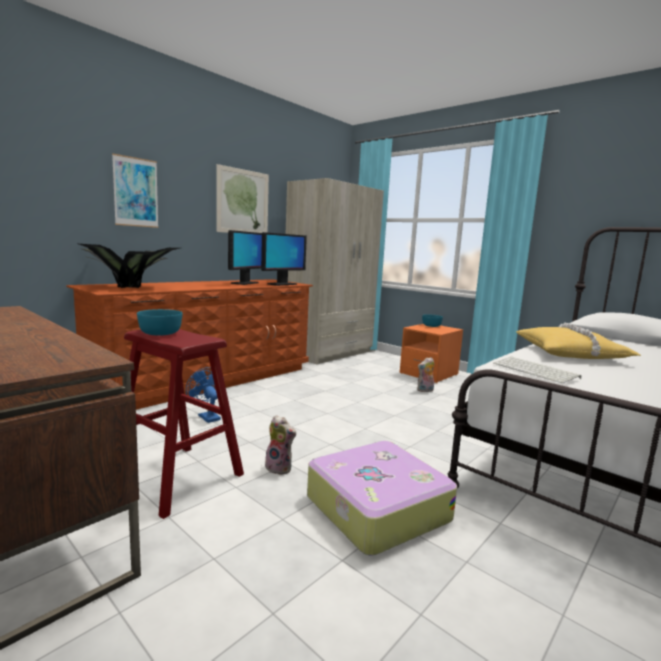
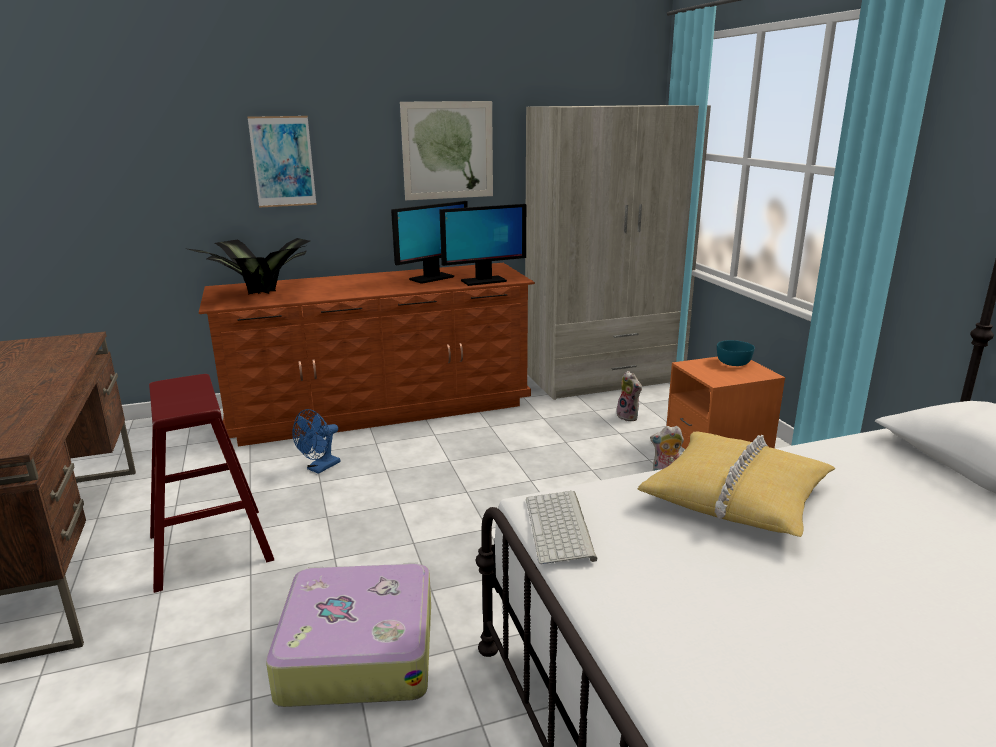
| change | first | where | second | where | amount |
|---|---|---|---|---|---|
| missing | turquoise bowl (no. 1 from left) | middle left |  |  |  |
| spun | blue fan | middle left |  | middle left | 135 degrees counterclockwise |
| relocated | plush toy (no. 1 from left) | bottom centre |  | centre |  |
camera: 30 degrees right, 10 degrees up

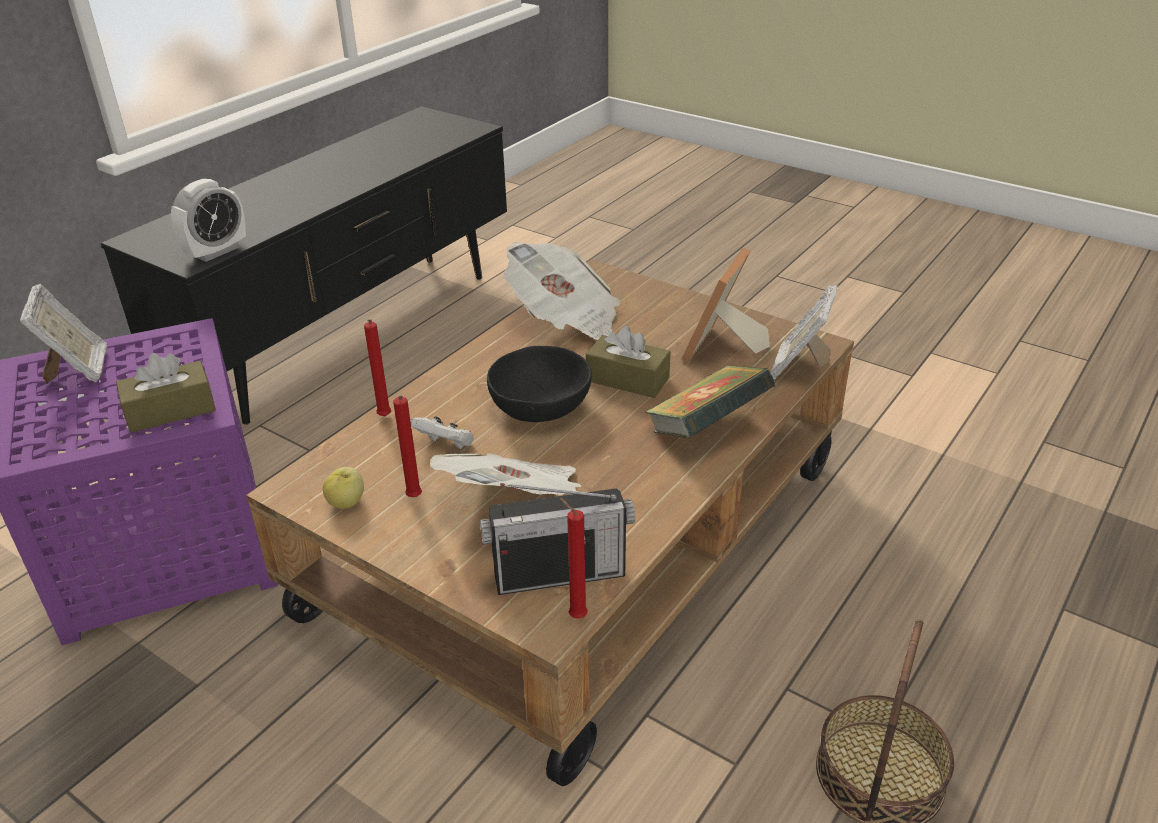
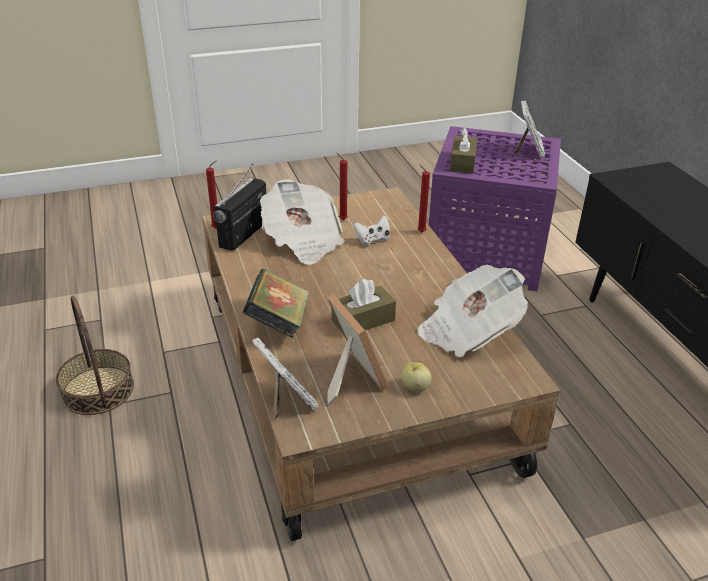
| change | first | where | second | where | amount |
|---|---|---|---|---|---|
| missing | alarm clock | top left |  |  |  |
| spun | picture frame (no. 1 from left in the first image) | middle left | picture frame (no. 3 from left) | top right | 105 degrees counterclockwise |
| missing | black bowl | centre |  |  |  |
| relocated | apple | middle left |  | centre |  |
camera: 125 degrees right, 0 degrees up

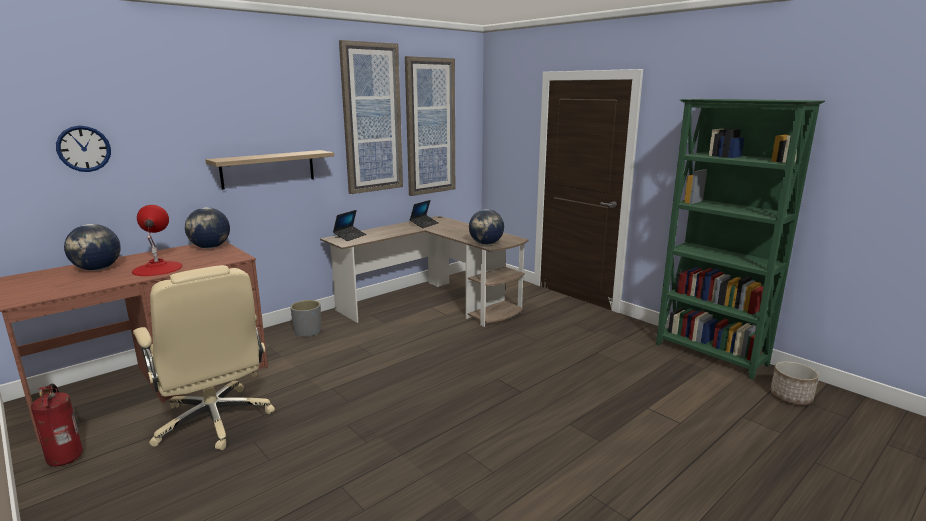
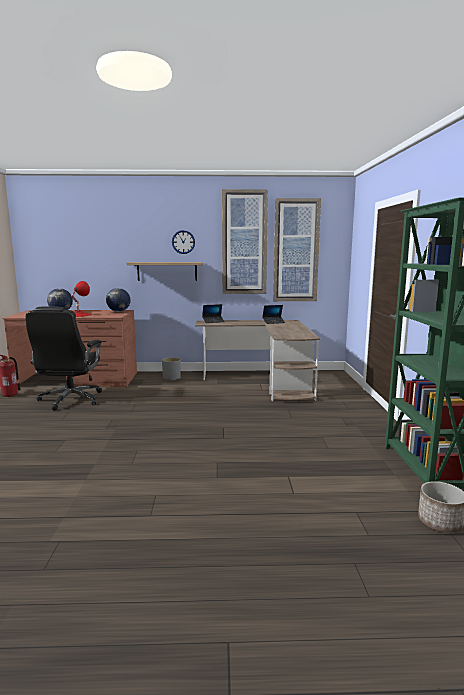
| change | first | where | second | where | amount |
|---|---|---|---|---|---|
| relocated | wall clock | top left |  | centre |  |
| missing | globe (no. 3 from left) | centre |  |  |  |
| colour | beige office chair | bottom left | black office chair | middle left |  |
camera: 40 degrees right, 5 degrees down

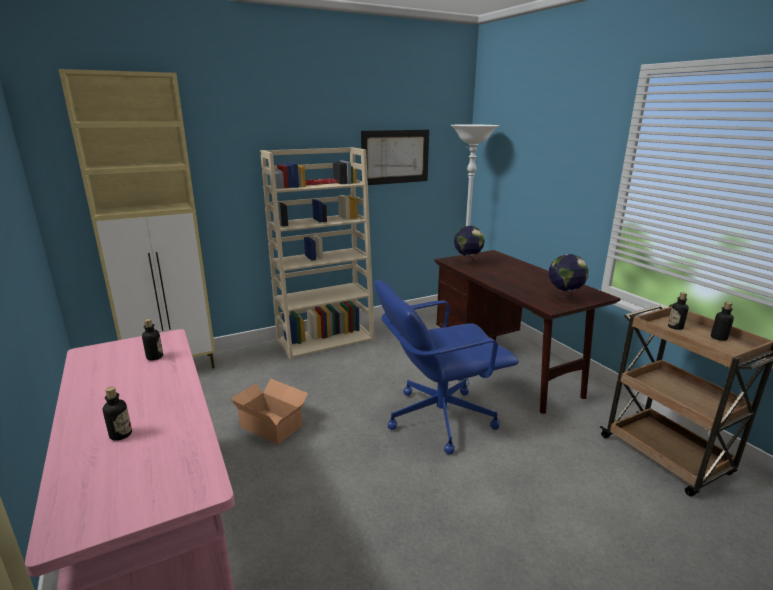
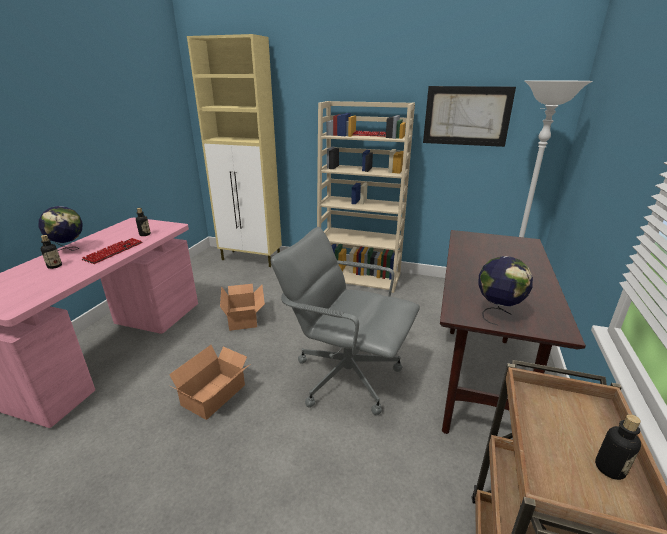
| change | first | where | second | where | amount |
|---|---|---|---|---|---|
| relocated | globe (no. 1 from left) | centre |  | middle left |  |
| colour | blue office chair | centre | grey office chair | centre |  |
| missing | bottle (no. 3 from left) | middle right |  |  |  |
| appeared |  |  | keyboard (no. 1 from left) | middle left |  |
| appeared |  |  | cardboard box (no. 1 from left) | bottom left |  |
camera: 45 degrees right, 5 degrees up

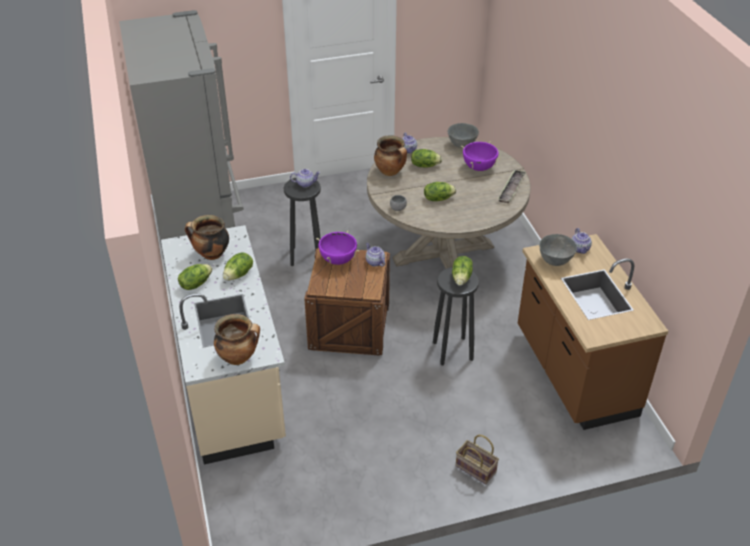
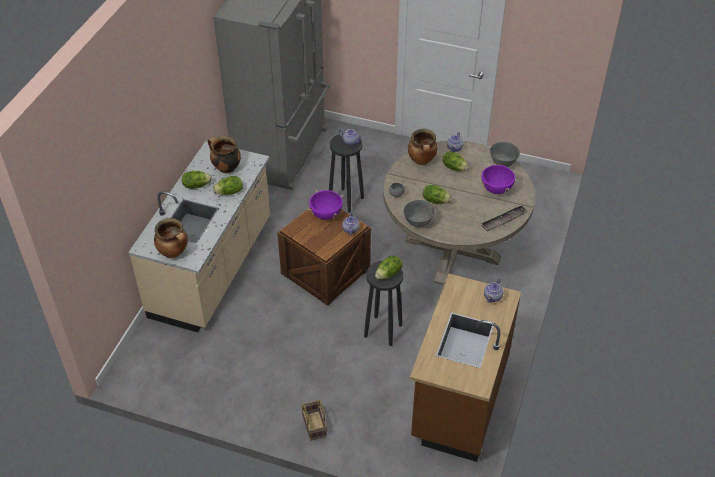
| change | first | where | second | where | amount |
|---|---|---|---|---|---|
| relocated | grey bowl (no. 3 from left in the first image) | middle right | grey bowl (no. 2 from left) | centre |  |
camera: 35 degrees right, 5 degrees up

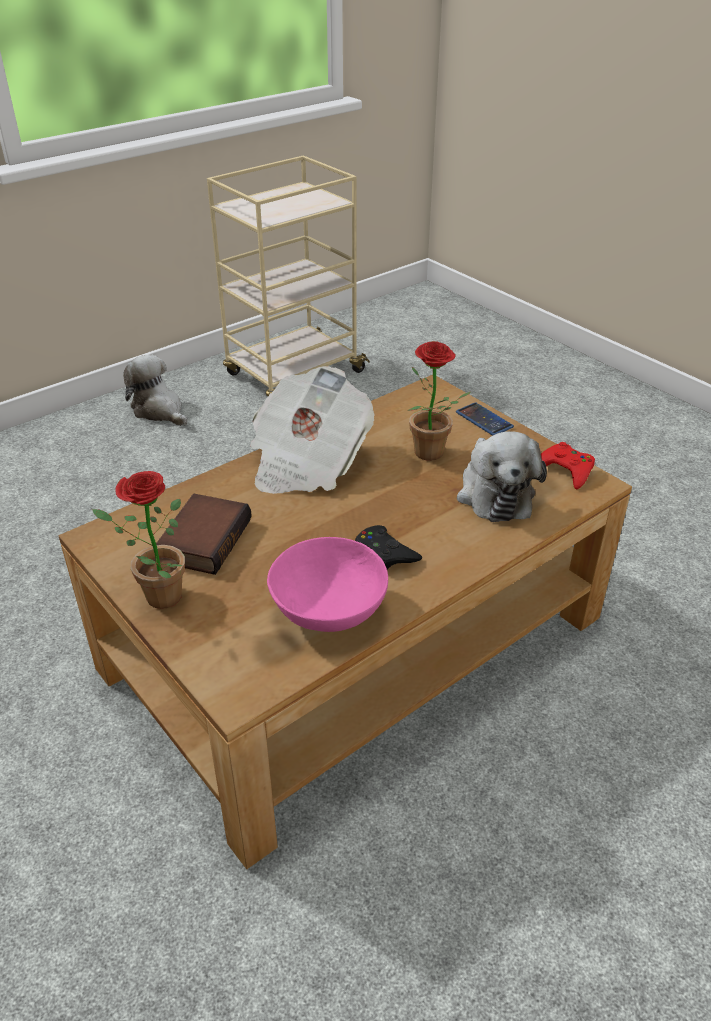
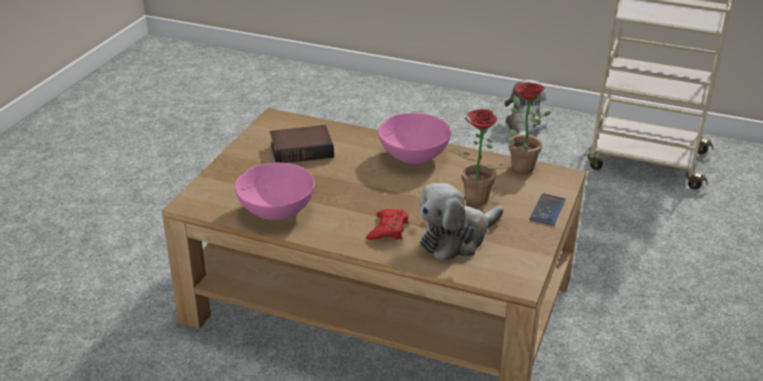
| change | first | where | second | where | amount |
|---|---|---|---|---|---|
| exchanged | newspaper | centre | pink bowl (no. 2 from left) | centre |  |
| relocated | red game controller | middle right |  | centre |  |
| relocated | potted plant (no. 1 from left in the first image) | middle left | potted plant (no. 2 from left) | middle right |  |
| missing | black game controller | centre |  |  |  |
camera: 60 degrees right, 5 degrees down

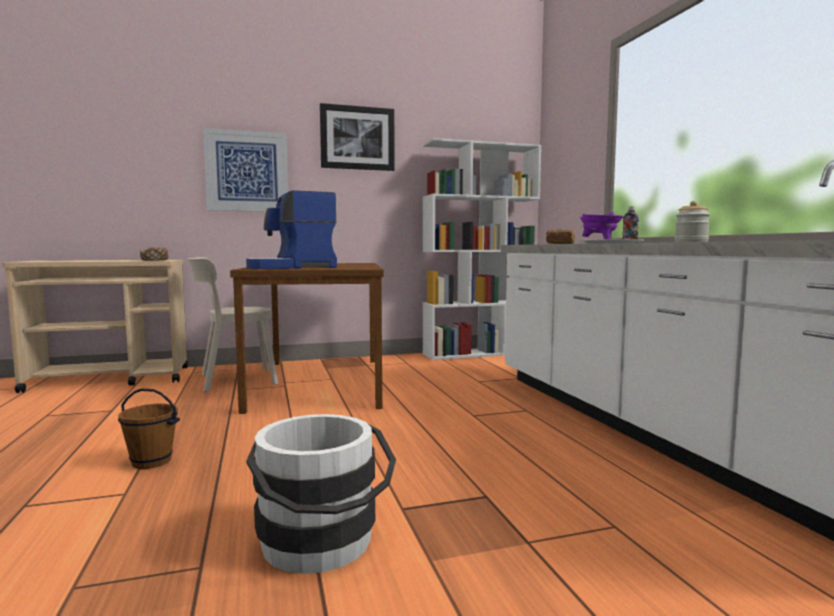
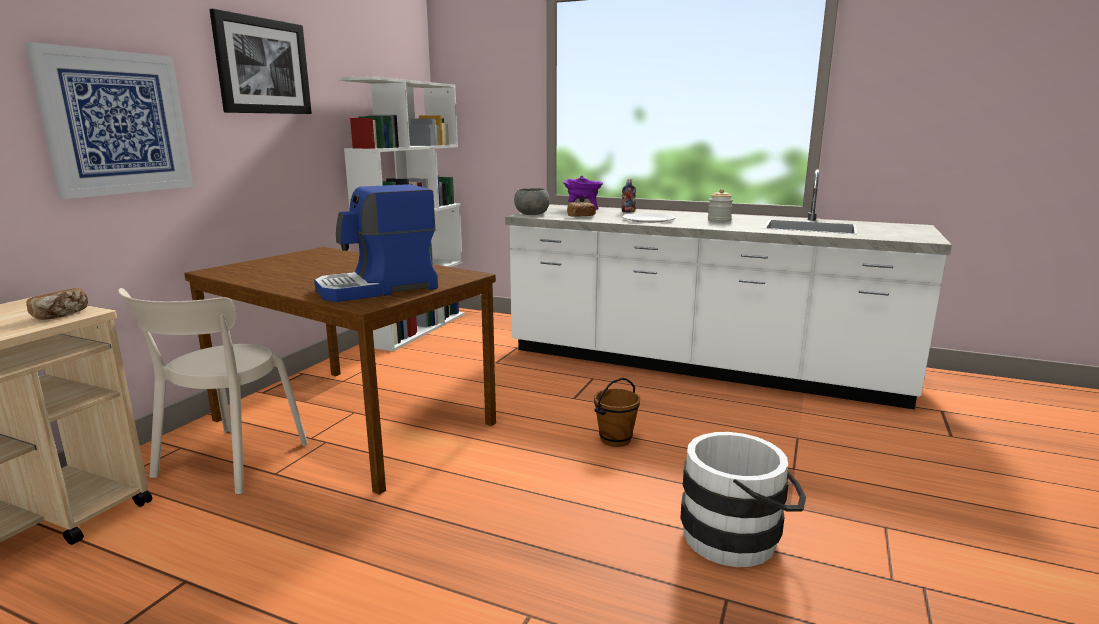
| change | first | where | second | where | amount |
|---|---|---|---|---|---|
| spun | coffee machine | centre |  | centre | 45 degrees clockwise |
| relocated | brown bucket | bottom left |  | centre |  |
| appeared |  |  | grey bowl | top centre |  |
camera: 50 degrees left, 10 degrees up

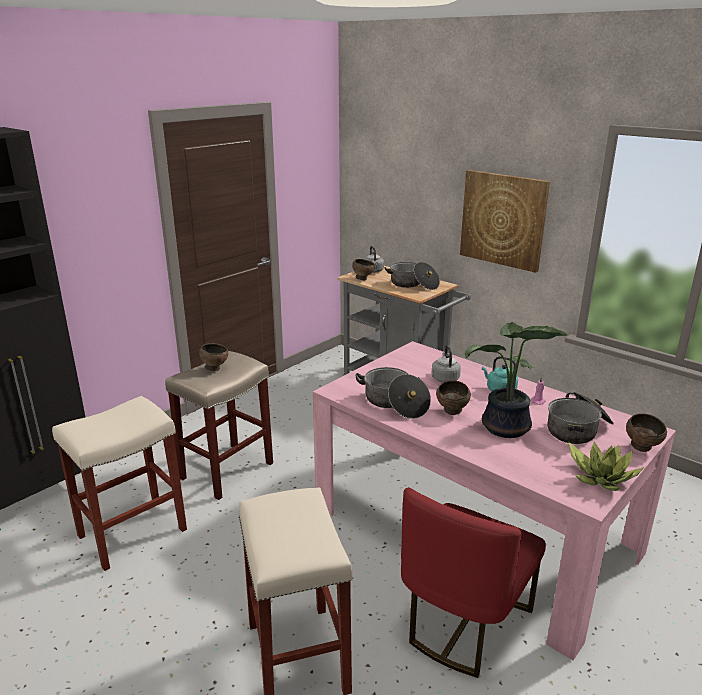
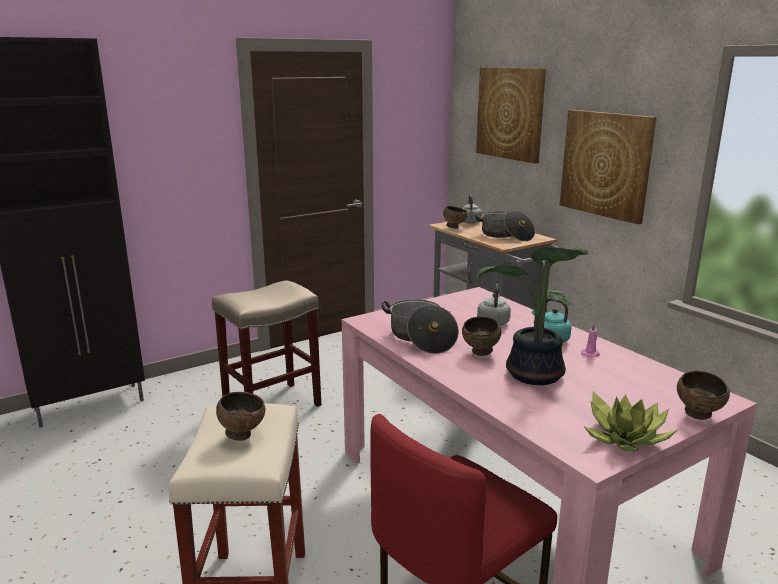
| change | first | where | second | where | amount |
|---|---|---|---|---|---|
| relocated | brown bowl (no. 1 from left) | middle left |  | bottom left |  |
| missing | cooking pot (no. 3 from left) | middle right |  |  |  |
| missing | beige stool (no. 1 from left) | bottom left |  |  |  |
| appeared |  |  | picture (no. 1 from left) | top centre |  |
camera: 15 degrees right, 5 degrees down

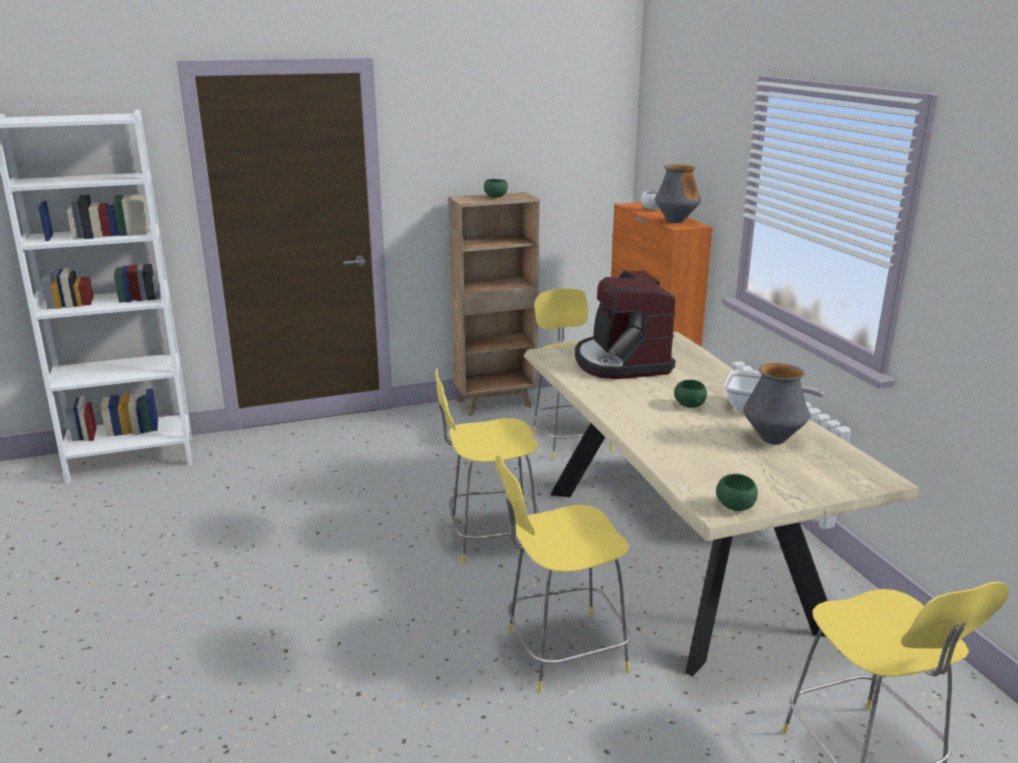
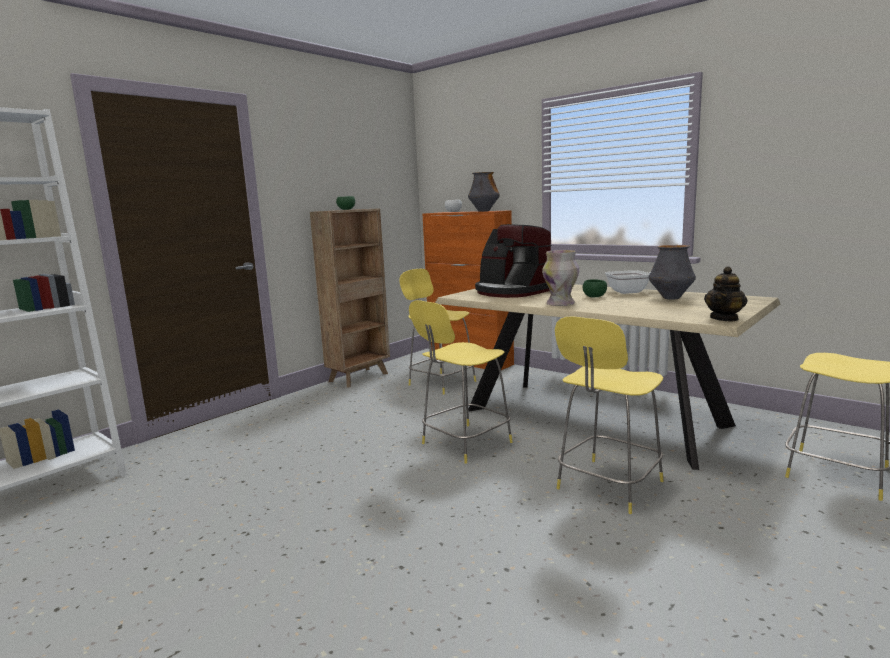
| change | first | where | second | where | amount |
|---|---|---|---|---|---|
| exchanged | green bowl (no. 3 from left) | middle right | teapot | middle right |  |
| appeared |  |  | vase (no. 2 from left) | centre |  |
camera: 30 degrees left, 10 degrees down

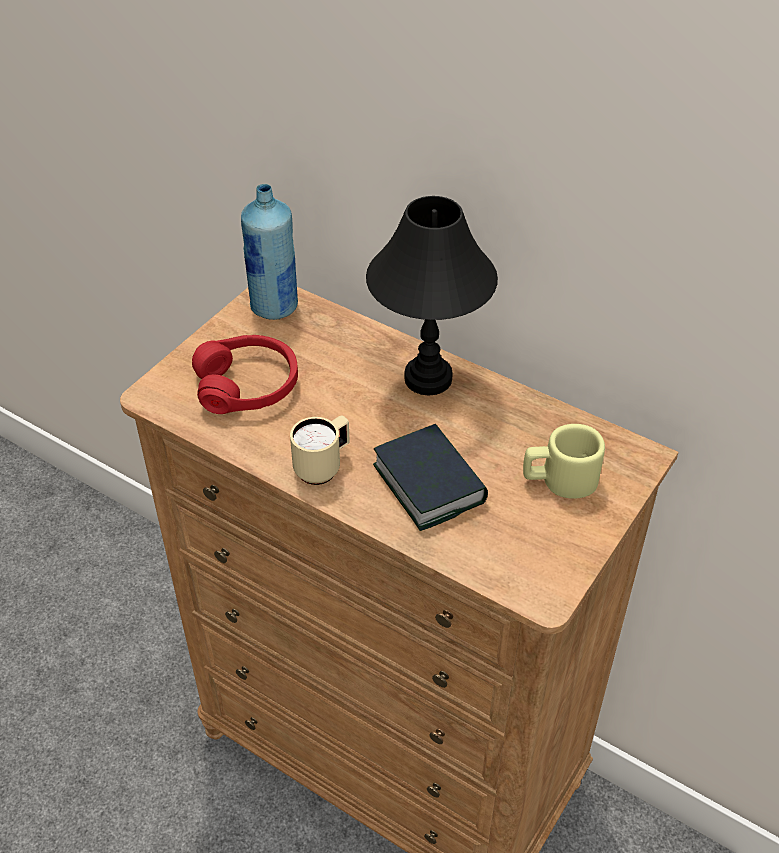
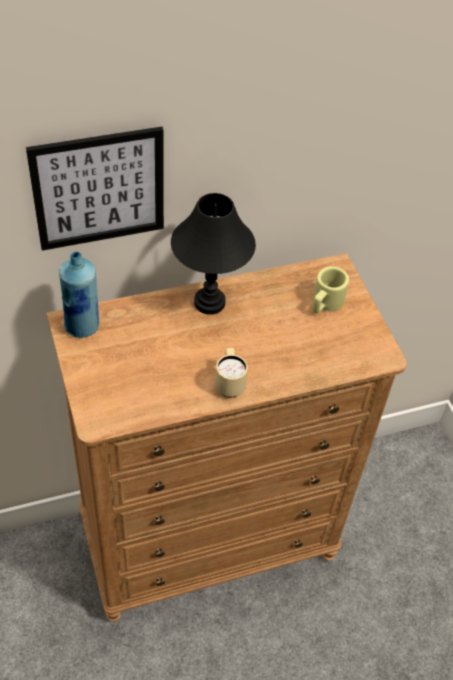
| change | first | where | second | where | amount |
|---|---|---|---|---|---|
| missing | red headphones | middle left |  |  |  |
| missing | book | centre |  |  |  |
| appeared |  |  | picture | top left |  |
camera: 55 degrees left, 5 degrees up

